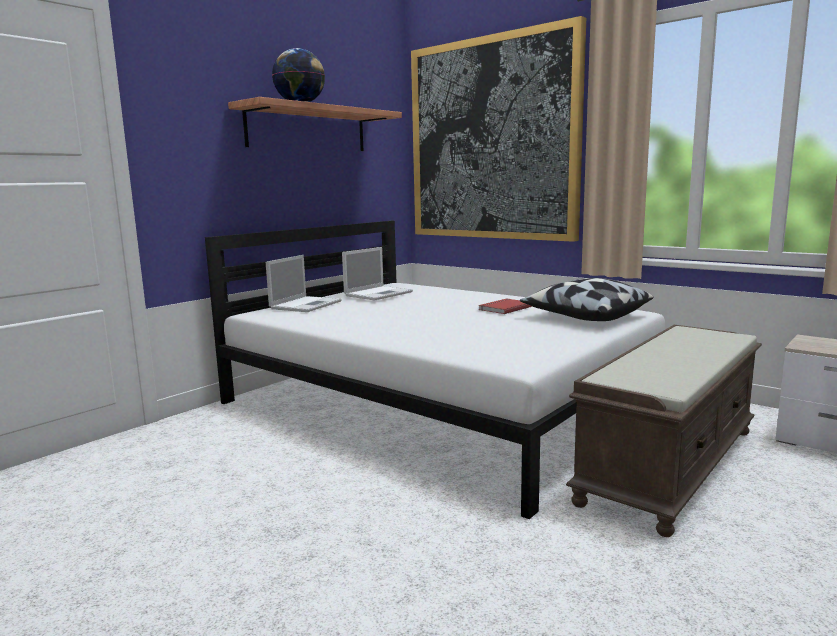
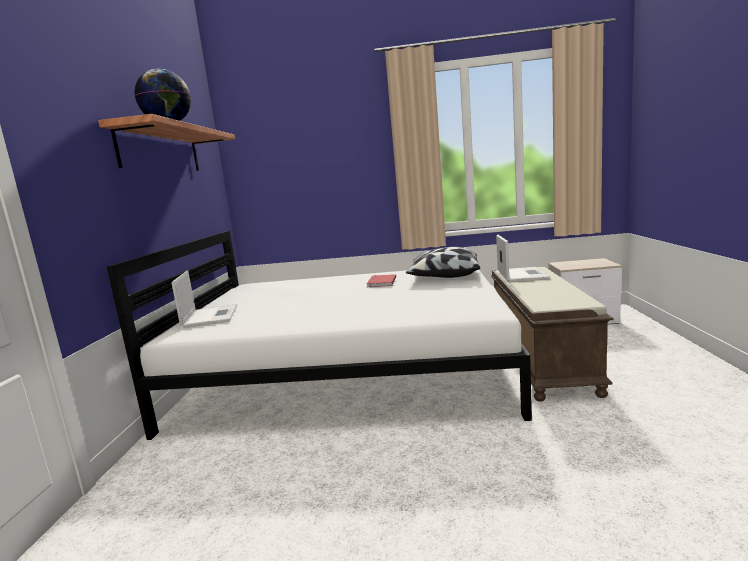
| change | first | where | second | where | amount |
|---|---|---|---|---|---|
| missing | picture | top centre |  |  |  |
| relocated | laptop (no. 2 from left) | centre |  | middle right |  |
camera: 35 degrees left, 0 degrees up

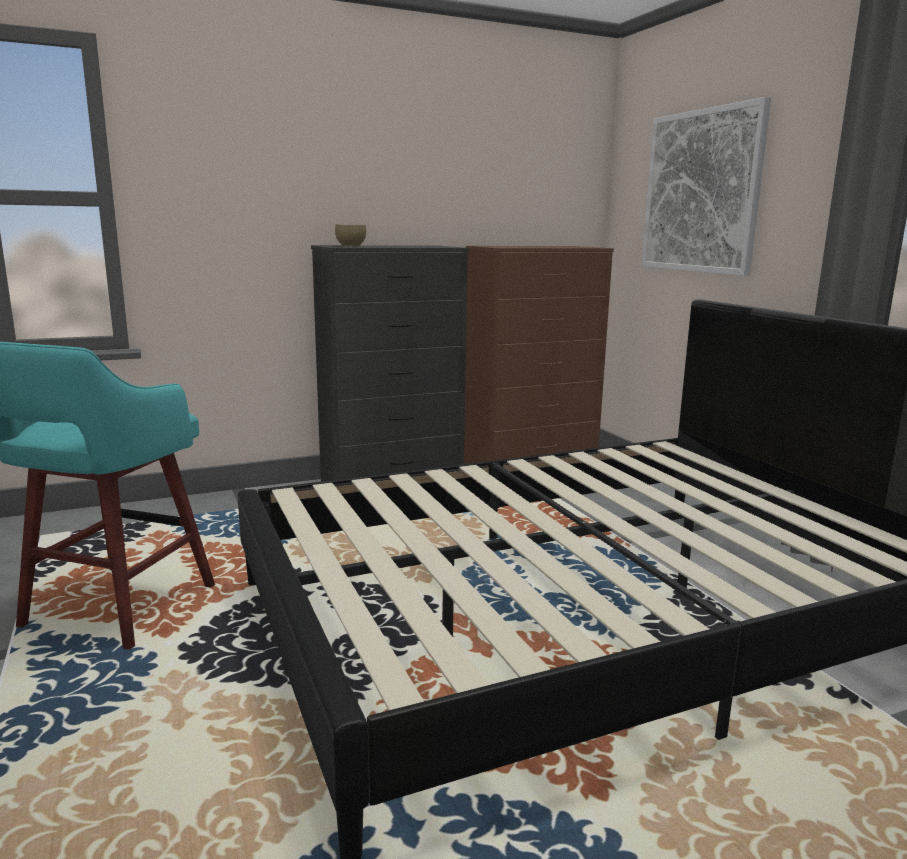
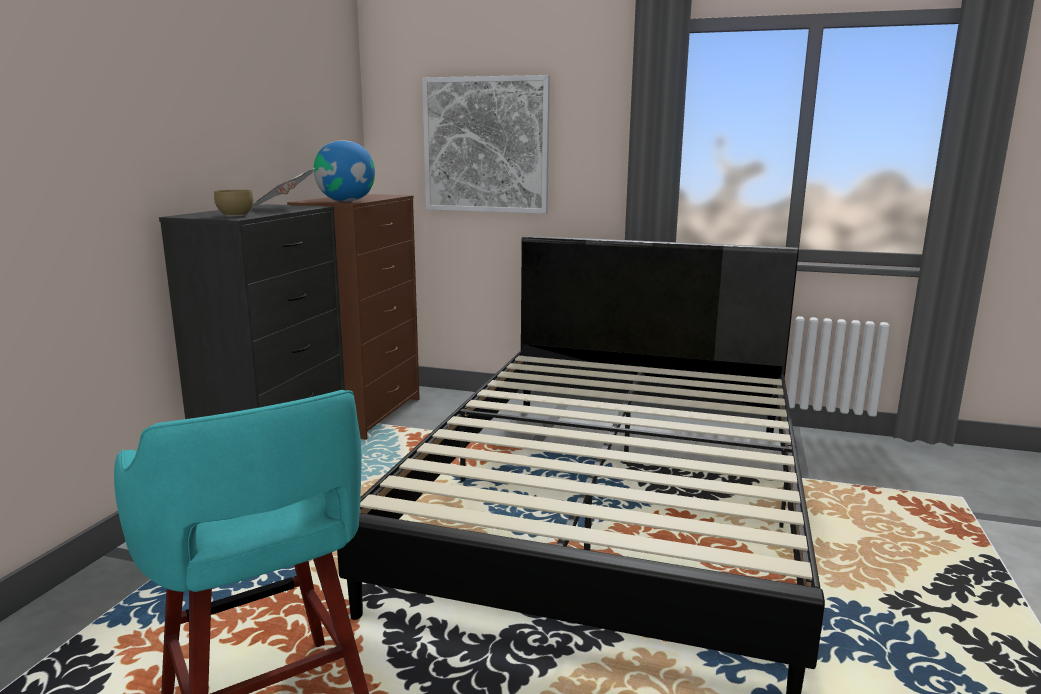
| change | first | where | second | where | amount |
|---|---|---|---|---|---|
| appeared |  |  | globe | top left |  |
| appeared |  |  | newspaper | top left |  |
camera: 50 degrees left, 0 degrees up

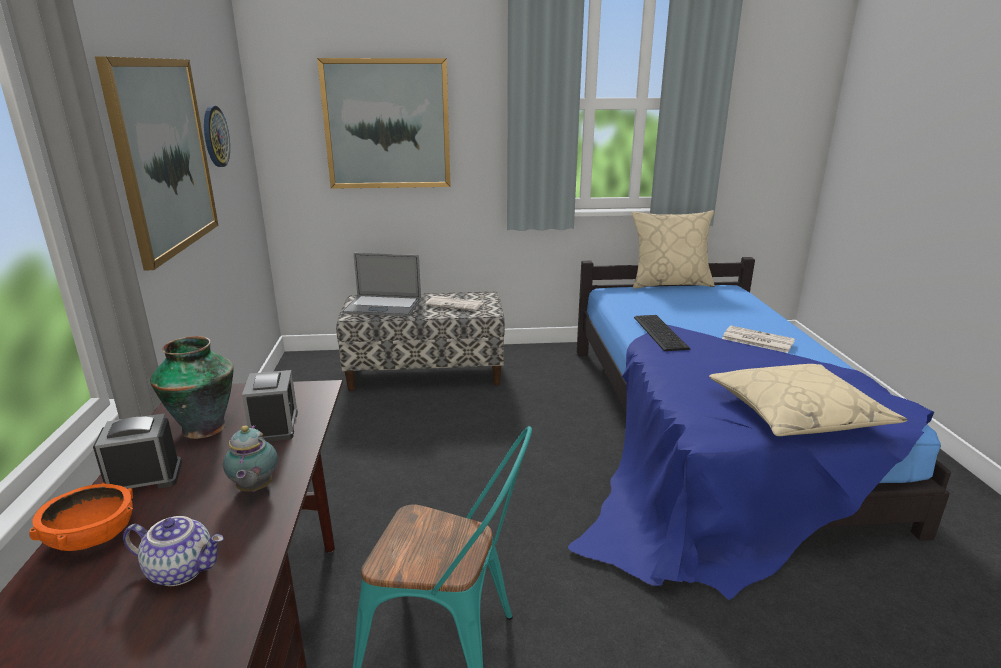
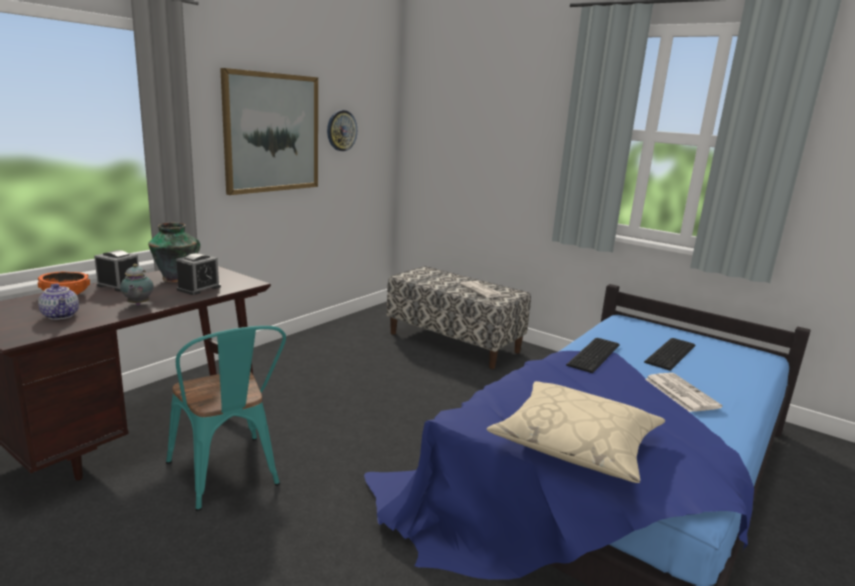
| change | first | where | second | where | amount |
|---|---|---|---|---|---|
| missing | picture (no. 2 from left) | top centre |  |  |  |
| missing | beige pillow (no. 1 from left) | middle right |  |  |  |
| missing | laptop | centre |  |  |  |
| spun | teapot (no. 2 from left) | bottom left |  | middle left | 45 degrees counterclockwise |
| appeared |  |  | keyboard (no. 2 from left) | middle right |  |
camera: 40 degrees right, 5 degrees down

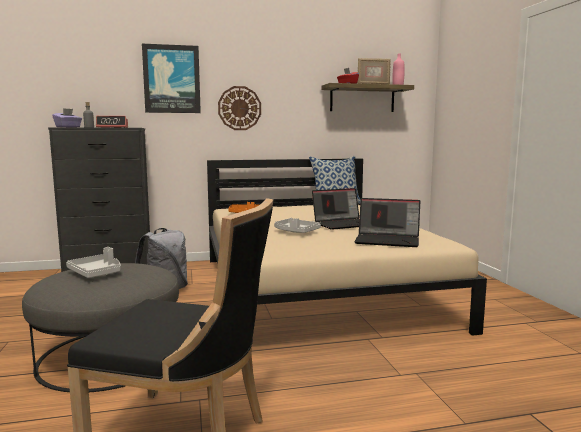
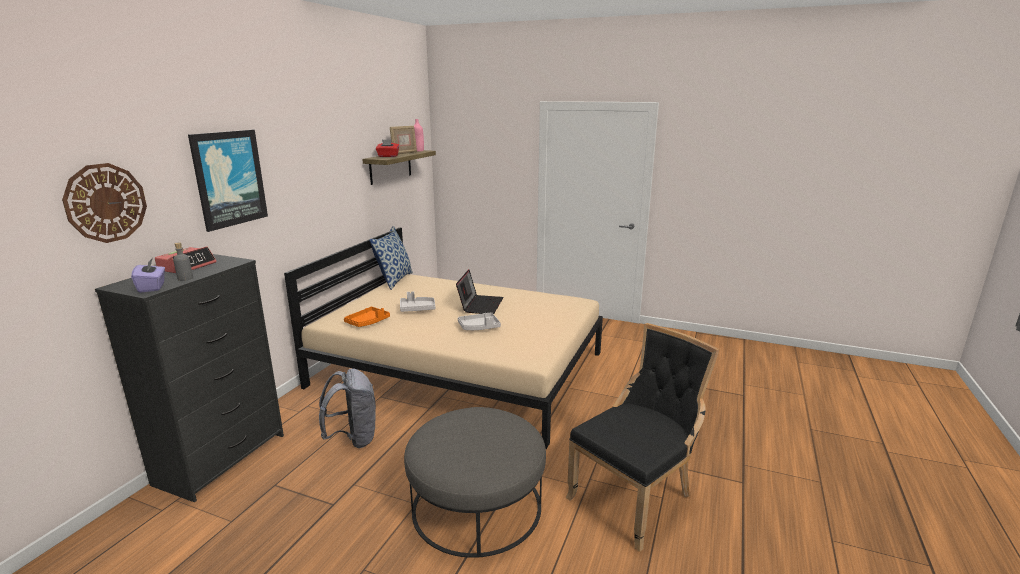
| change | first | where | second | where | amount |
|---|---|---|---|---|---|
| relocated | wall clock | top centre |  | middle left |  |
| missing | laptop (no. 2 from left) | centre |  |  |  |
| relocated | grey tray (no. 1 from left) | middle left |  | centre |  |
camera: 55 degrees left, 10 degrees up

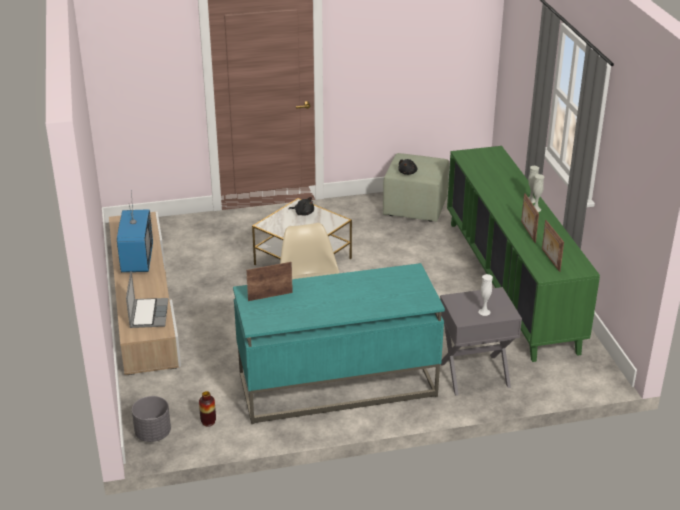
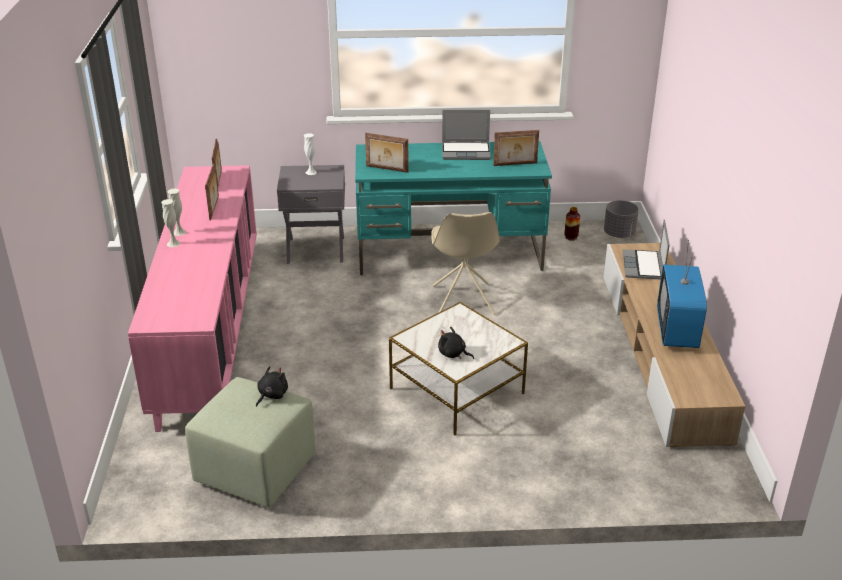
| change | first | where | second | where | amount |
|---|---|---|---|---|---|
| colour | green cabinet | middle right | pink cabinet | middle left |  |
| appeared |  |  | laptop (no. 1 from left) | top centre |  |
| appeared |  |  | picture frame (no. 3 from left) | top centre |  |
camera: 170 degrees left, 0 degrees up

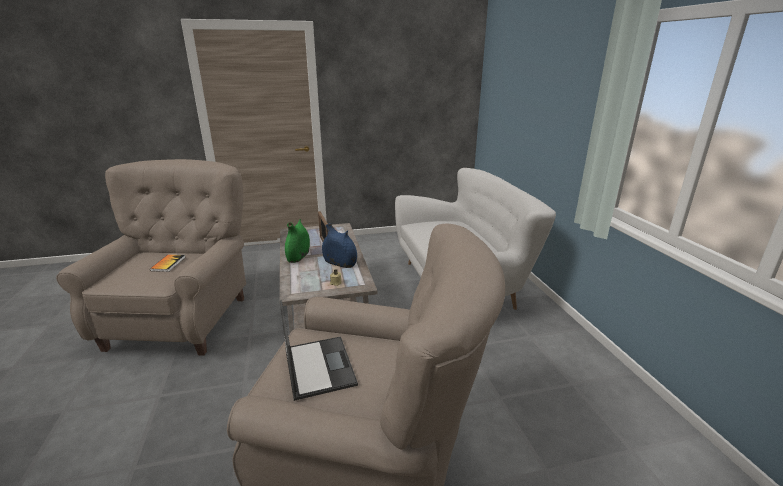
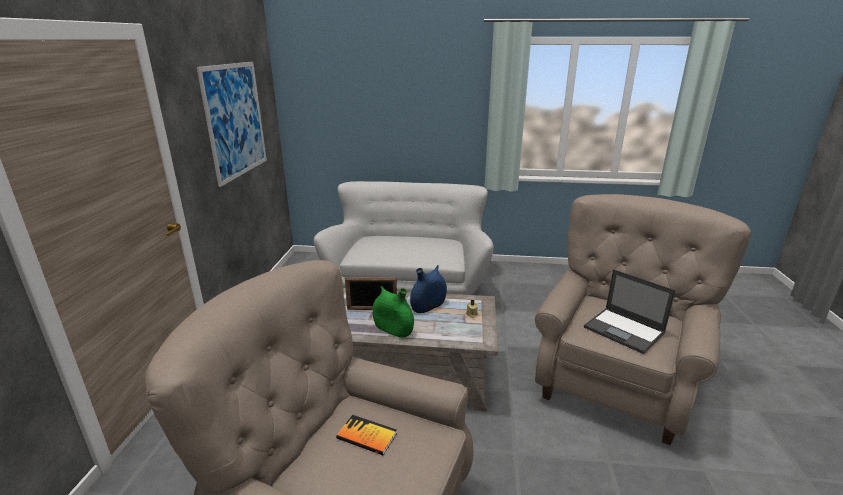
| change | first | where | second | where | amount |
|---|---|---|---|---|---|
| spun | laptop | bottom centre |  | middle right | 135 degrees counterclockwise |
| appeared |  |  | picture | top left |  |
camera: 70 degrees left, 0 degrees up

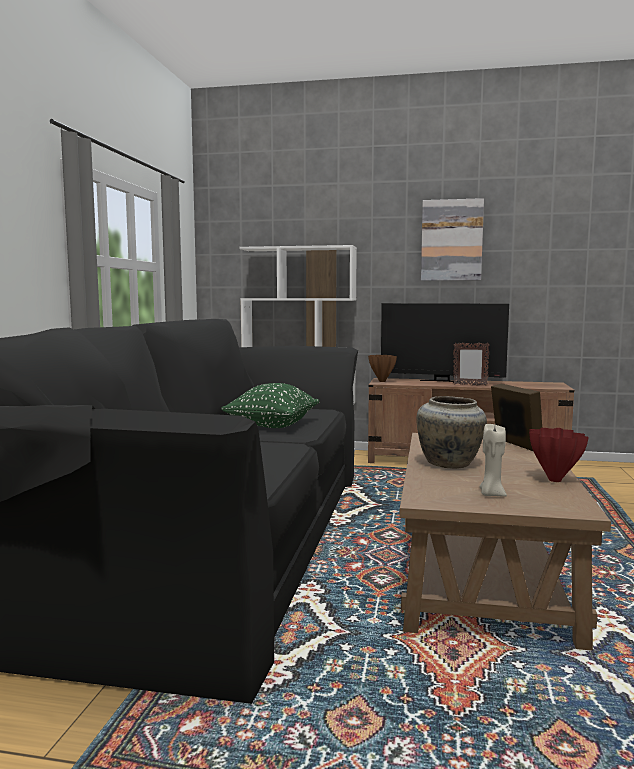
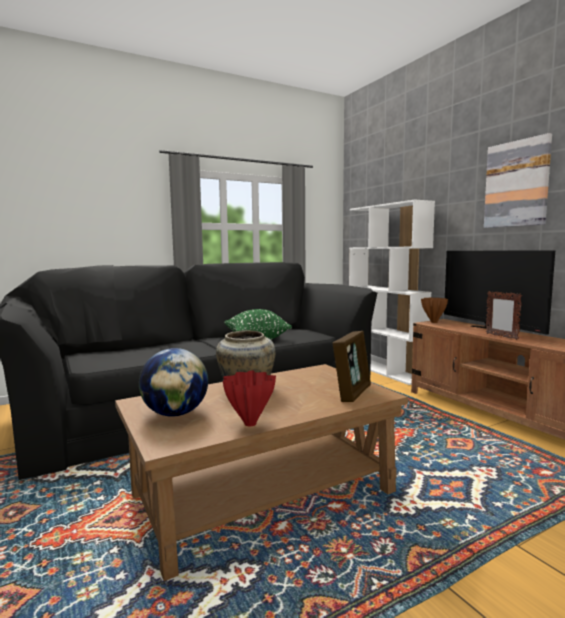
| change | first | where | second | where | amount |
|---|---|---|---|---|---|
| exchanged | beige candle | middle right | globe | middle left |  |
camera: 50 degrees right, 0 degrees up

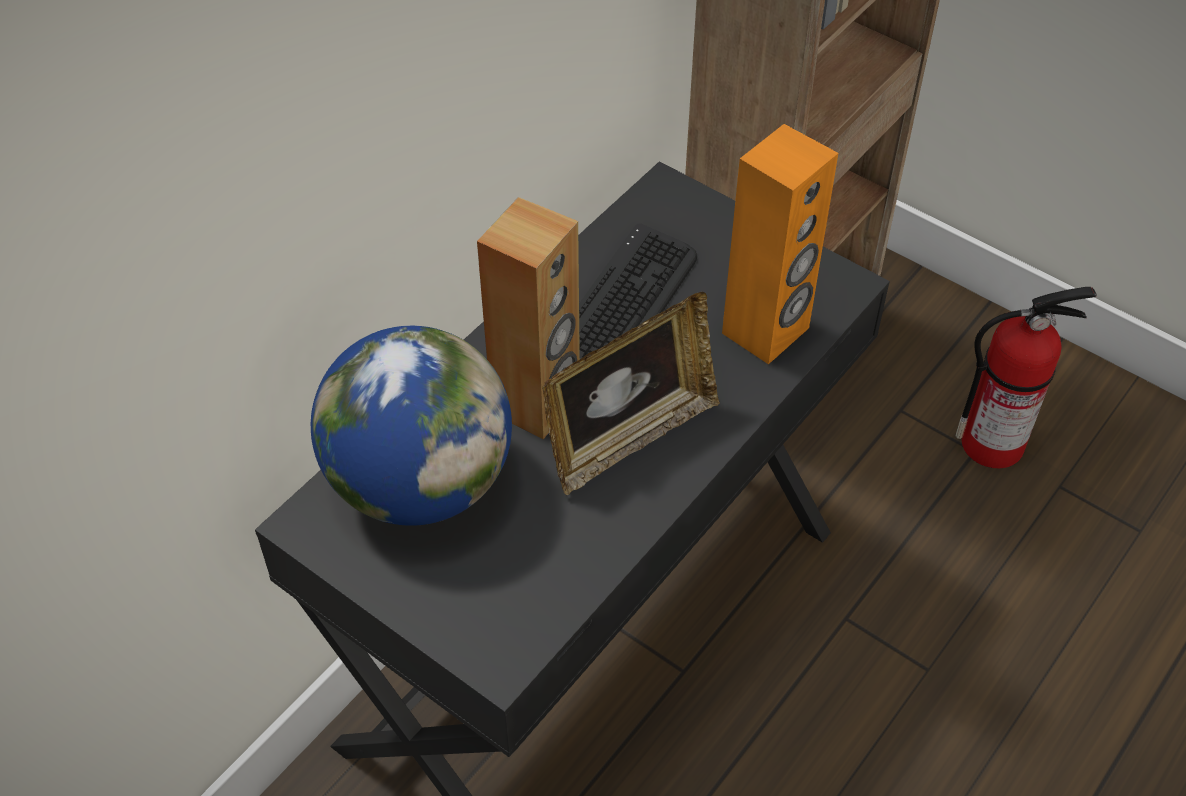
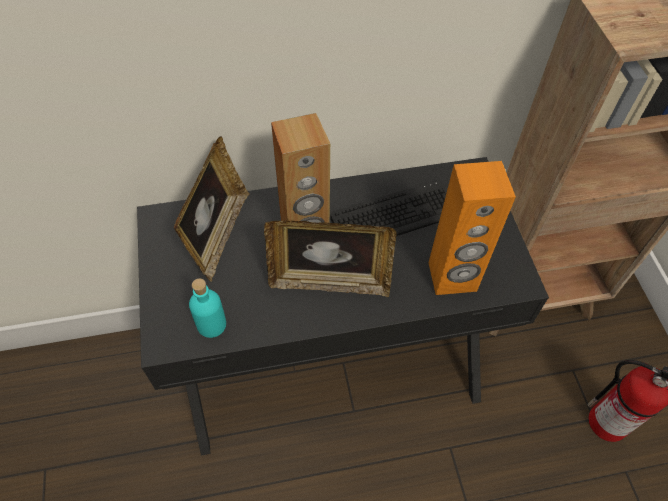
| change | first | where | second | where | amount |
|---|---|---|---|---|---|
| exchanged | globe | centre | picture frame (no. 1 from left) | middle left |  |
| appeared |  |  | turquoise bottle | middle left |  |
camera: 40 degrees right, 5 degrees up

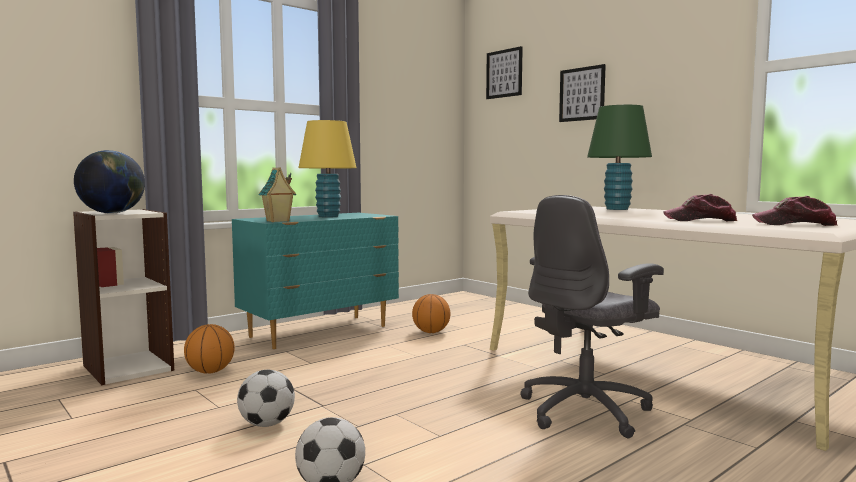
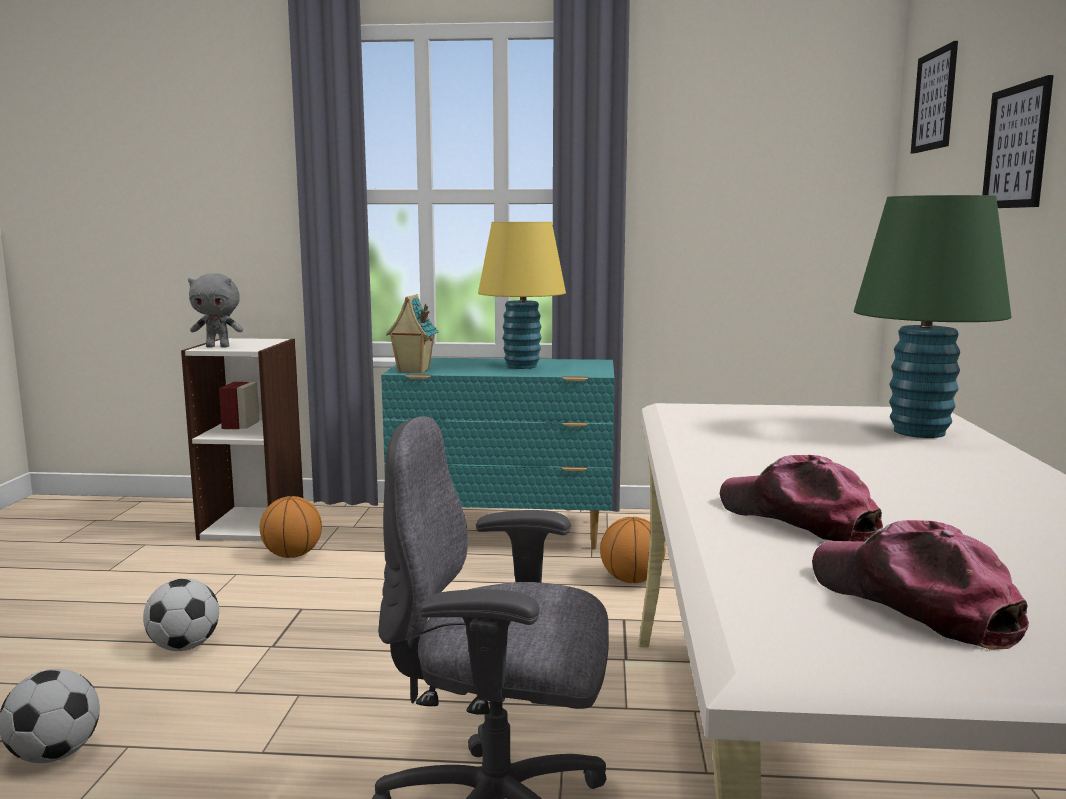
| change | first | where | second | where | amount |
|---|---|---|---|---|---|
| exchanged | globe | middle left | grey plush toy | middle left |  |
camera: 45 degrees right, 5 degrees up

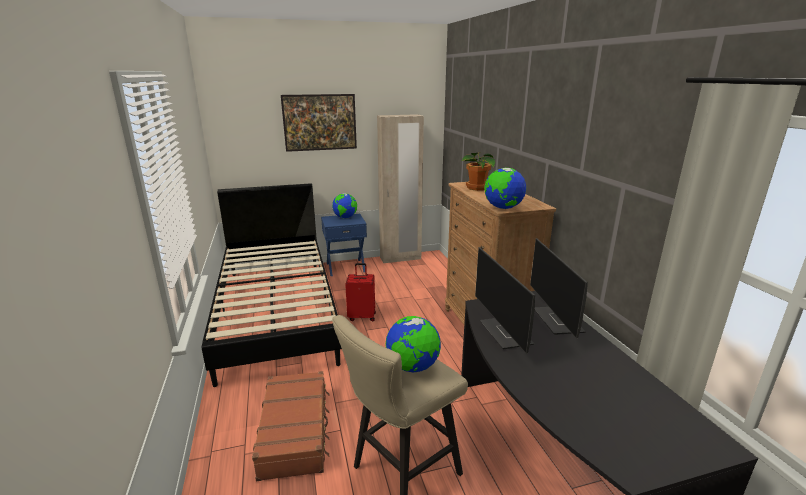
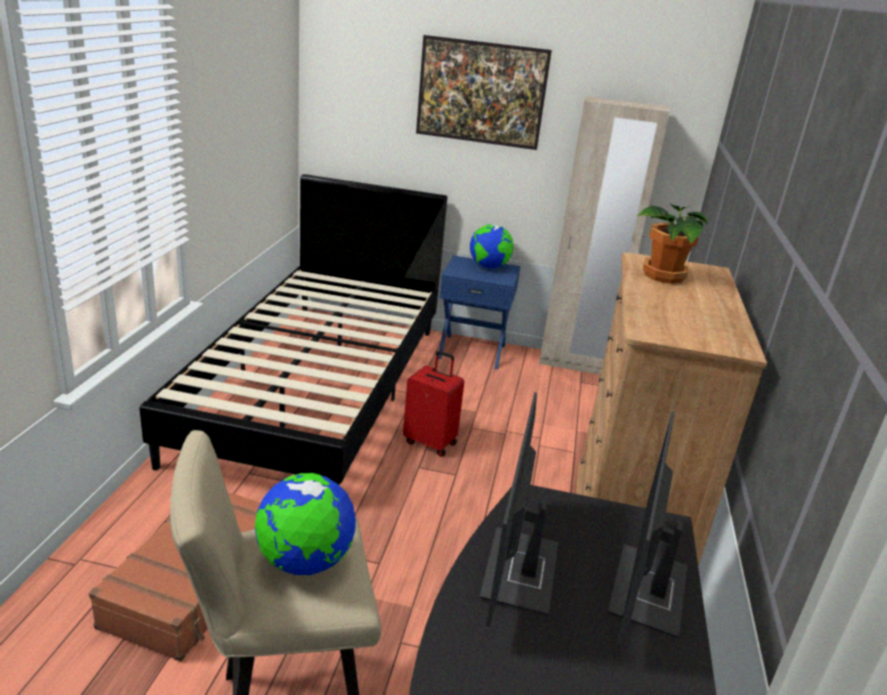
| change | first | where | second | where | amount |
|---|---|---|---|---|---|
| missing | globe (no. 3 from left) | centre |  |  |  |
camera: 25 degrees right, 5 degrees up

